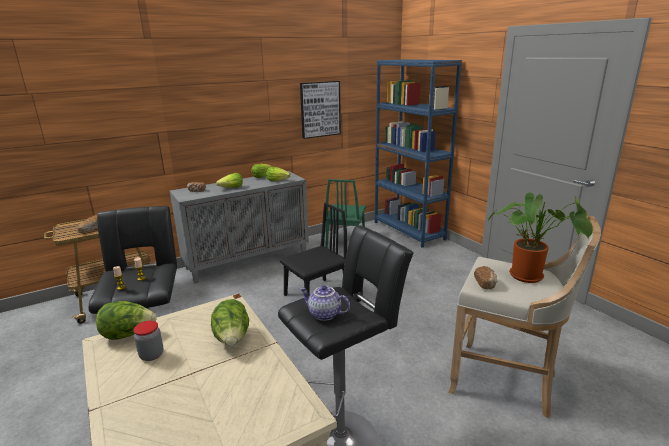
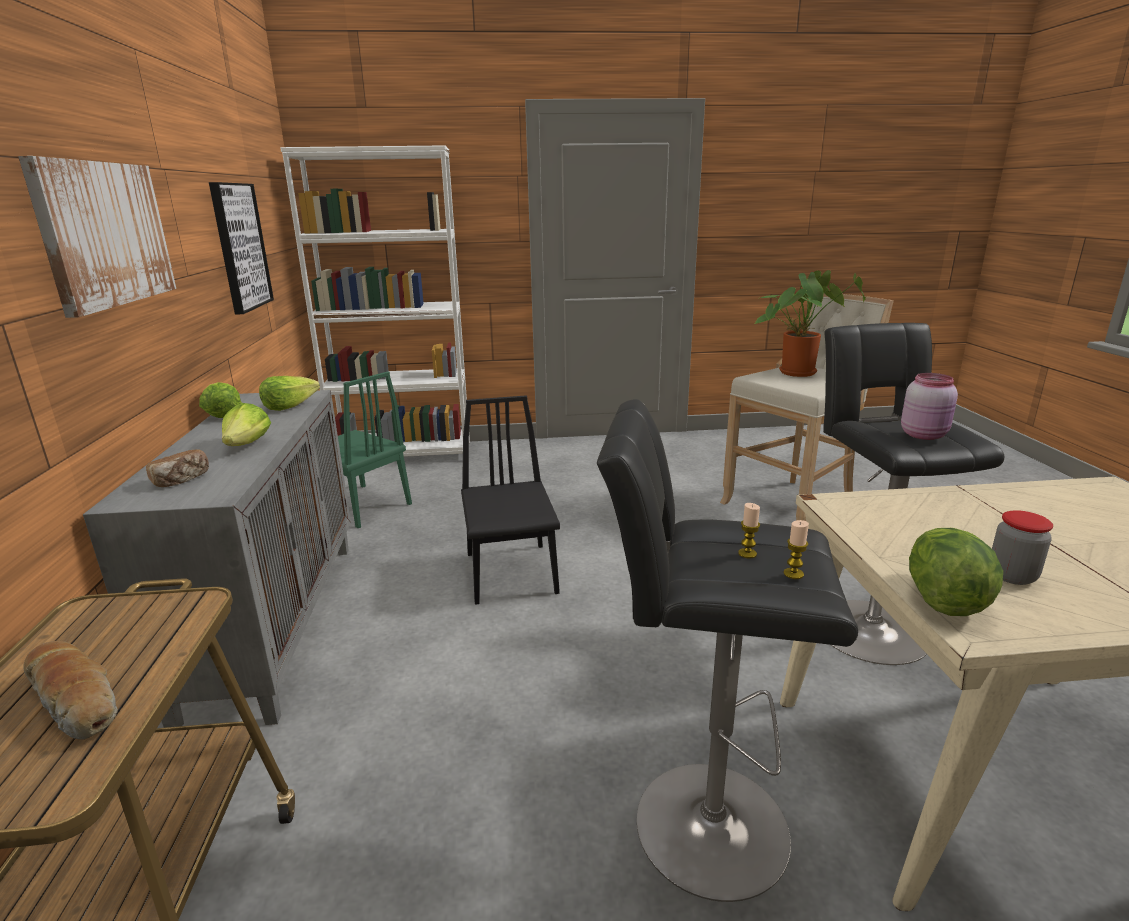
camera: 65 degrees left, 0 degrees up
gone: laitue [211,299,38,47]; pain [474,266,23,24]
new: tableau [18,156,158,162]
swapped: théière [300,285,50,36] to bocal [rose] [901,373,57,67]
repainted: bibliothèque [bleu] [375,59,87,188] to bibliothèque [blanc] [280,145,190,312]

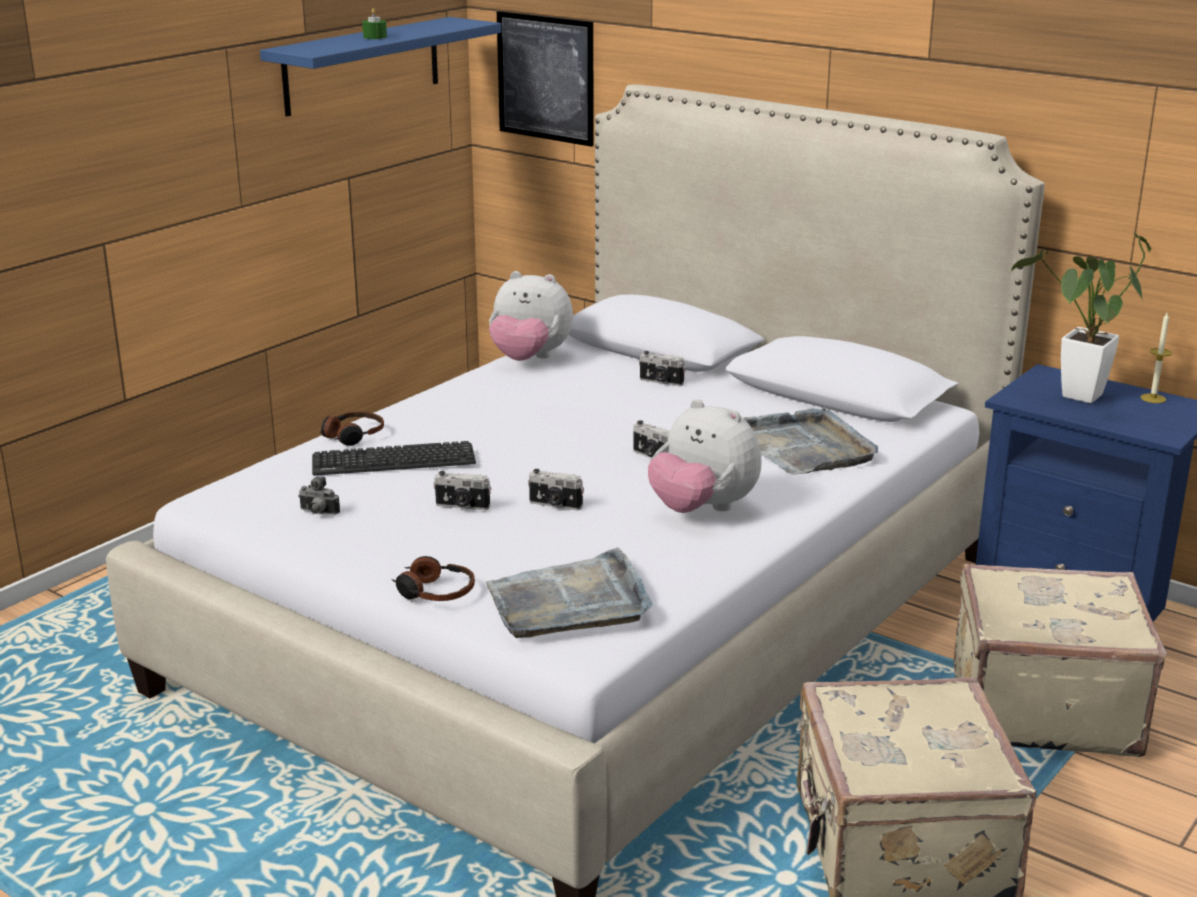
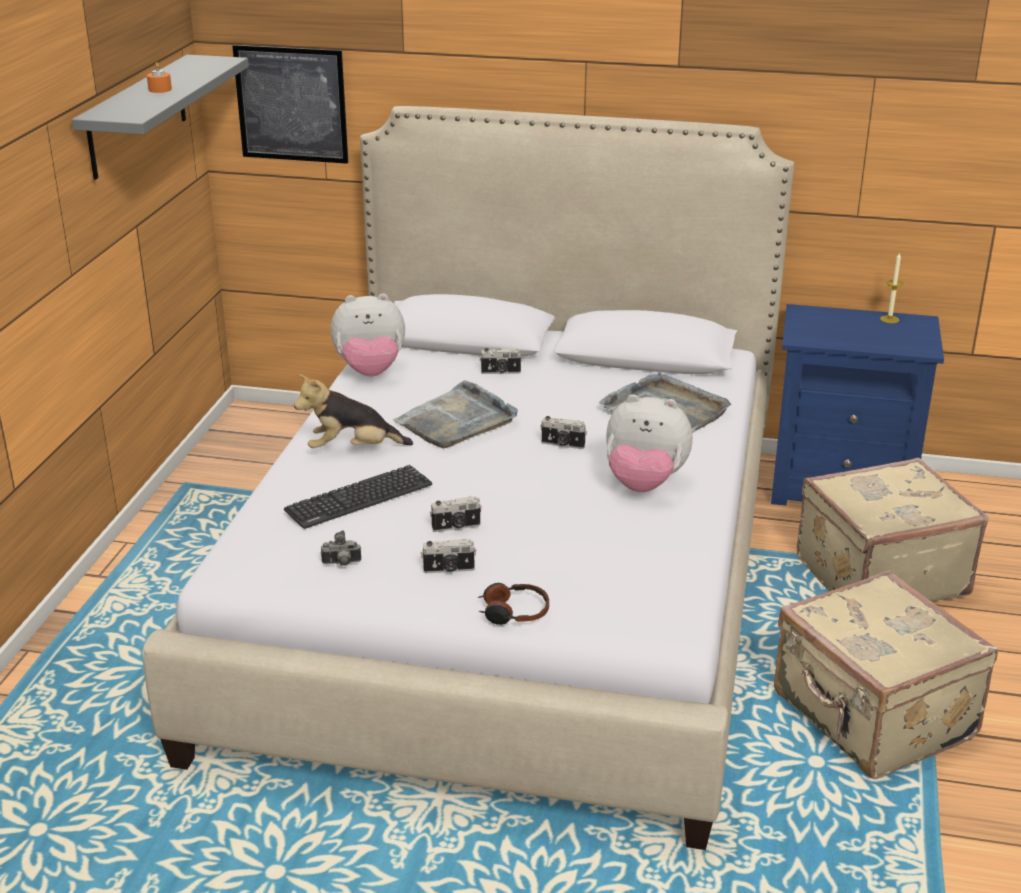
camera: 25 degrees left, 5 degrees up
gone: casque audio [319,411,65,35]; plante en pot [1011,233,140,170]
new: peluche [294,374,119,74]
shifted: plateau [gris] [486,547,167,91] to [393,380,125,69]; appareil photo [528,469,56,41] to [421,539,55,34]
repainted: étagère [bleu] [260,17,241,99] to étagère [gris] [72,55,177,125]; bougie [vert] [362,8,25,31] to bougie [orange] [147,62,25,31]

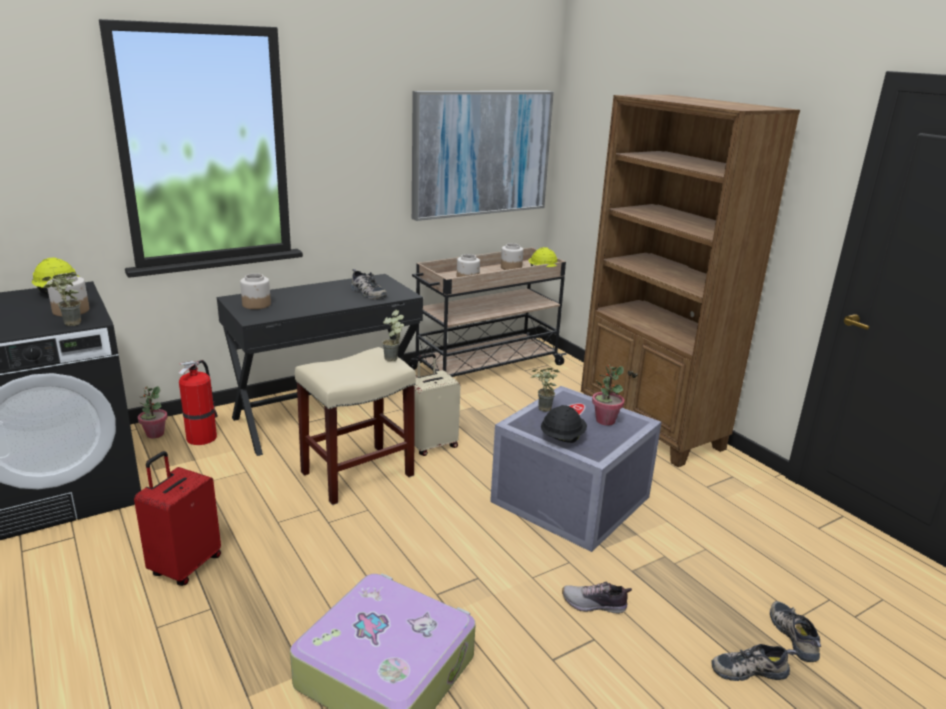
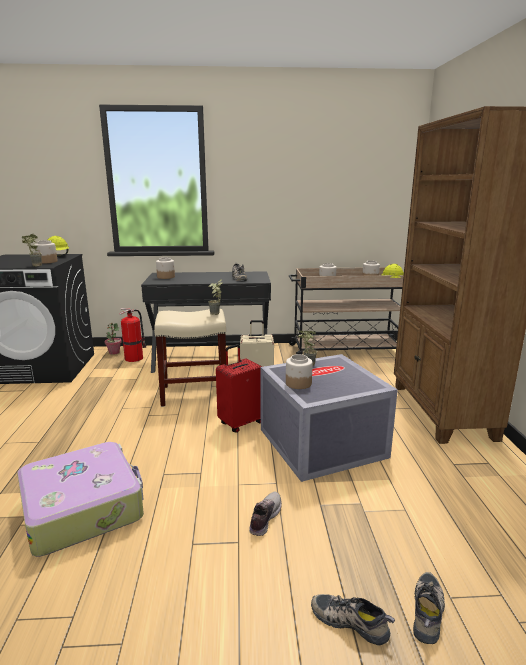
camera: 30 degrees right, 5 degrees down
gone: tableau [412,91,142,130]; plante en pot [592,364,33,62]
shifted: valise [rouge] [134,451,87,135] to [216,344,46,89]
swapped: casque de chantier [noir] [541,405,46,38] to bocal [286,354,27,35]
rotated: chaussure [562,581,70,33] = [249,492,33,44] 75 degrees clockwise

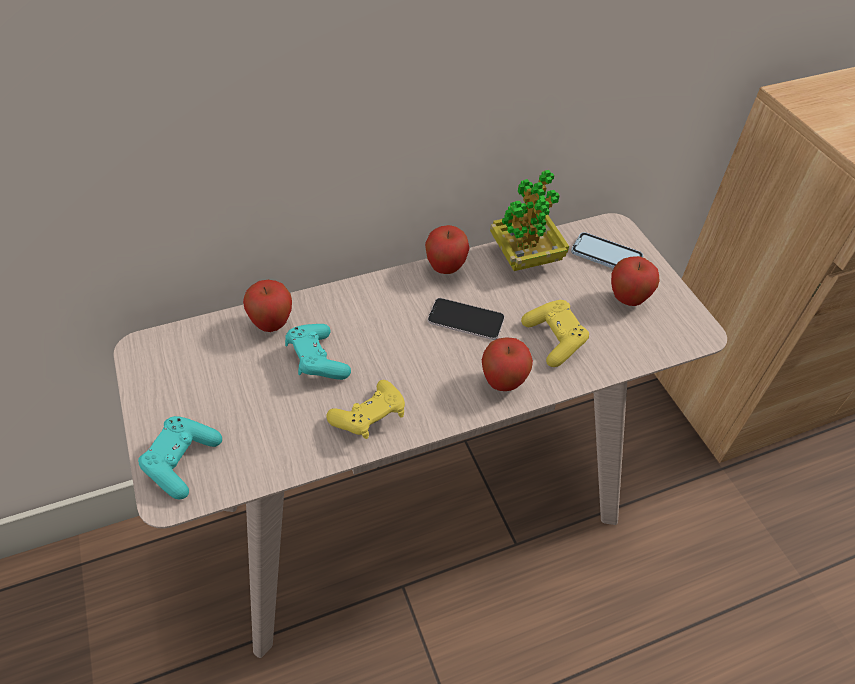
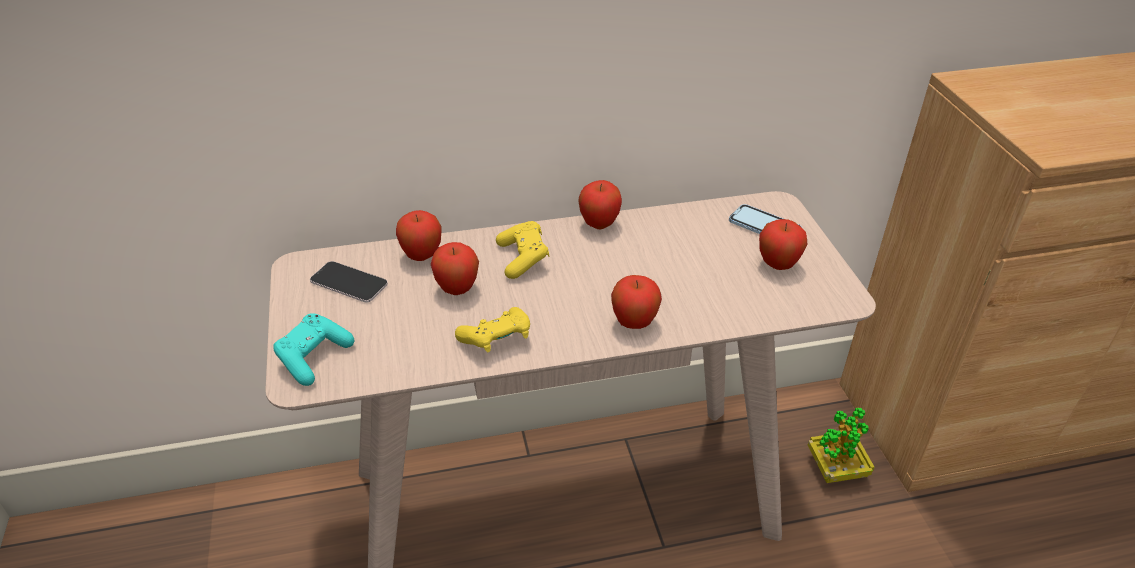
camera: 10 degrees right, 10 degrees down
shifted: téléphone [428,298,77,42] to [310,261,78,42]; plante en pot [490,170,79,101] to [808,408,67,75]; manette [jaune] [521,300,68,67] to [496,221,54,58]
swapped: manette [turquoise] [285,324,66,56] to pomme [431,242,48,53]

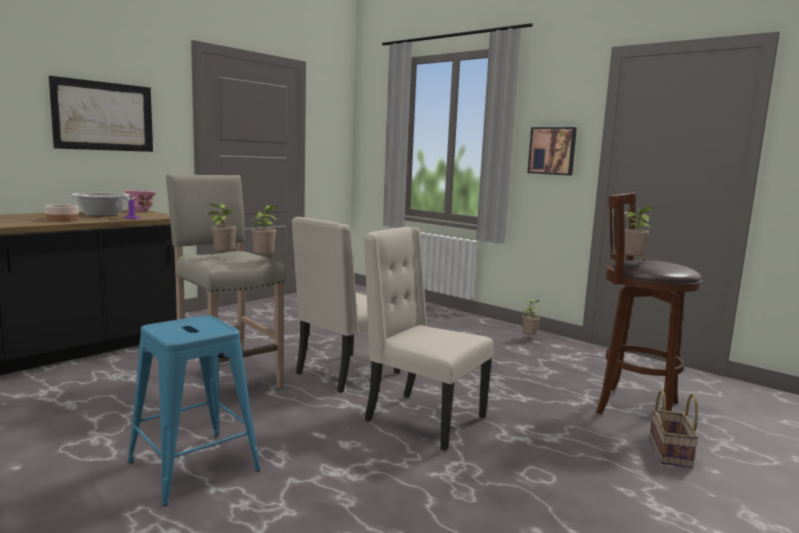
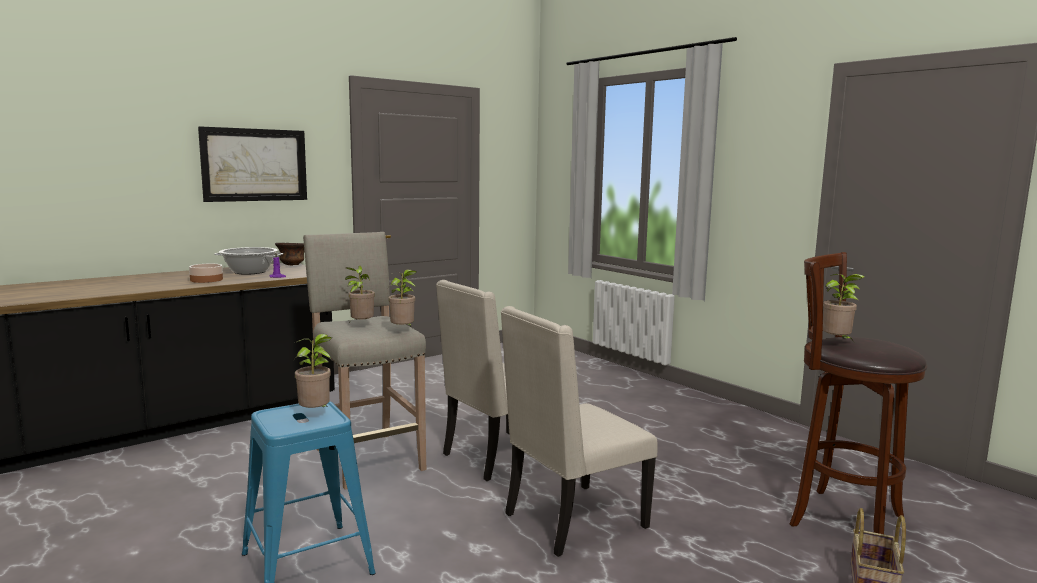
camera: 10 degrees right, 0 degrees up
gone: tableau [528,127,49,49]
shifted: plante en pot [522,299,18,36] to [295,334,38,74]
repainted: bol [rose] [124,190,33,21] to bol [marron] [275,243,29,23]
rotated: chaise [beige] [364,227,130,224] = [501,306,157,251] 75 degrees counterclockwise

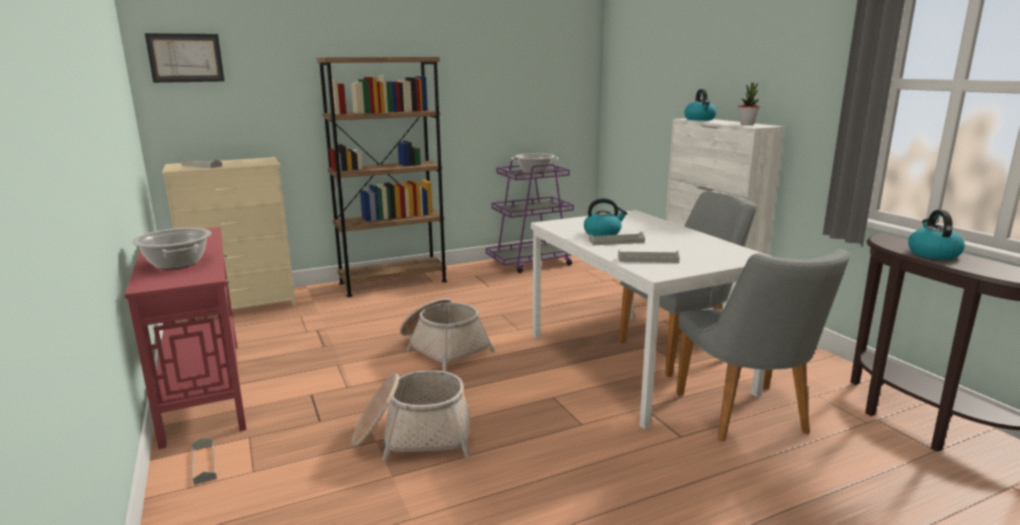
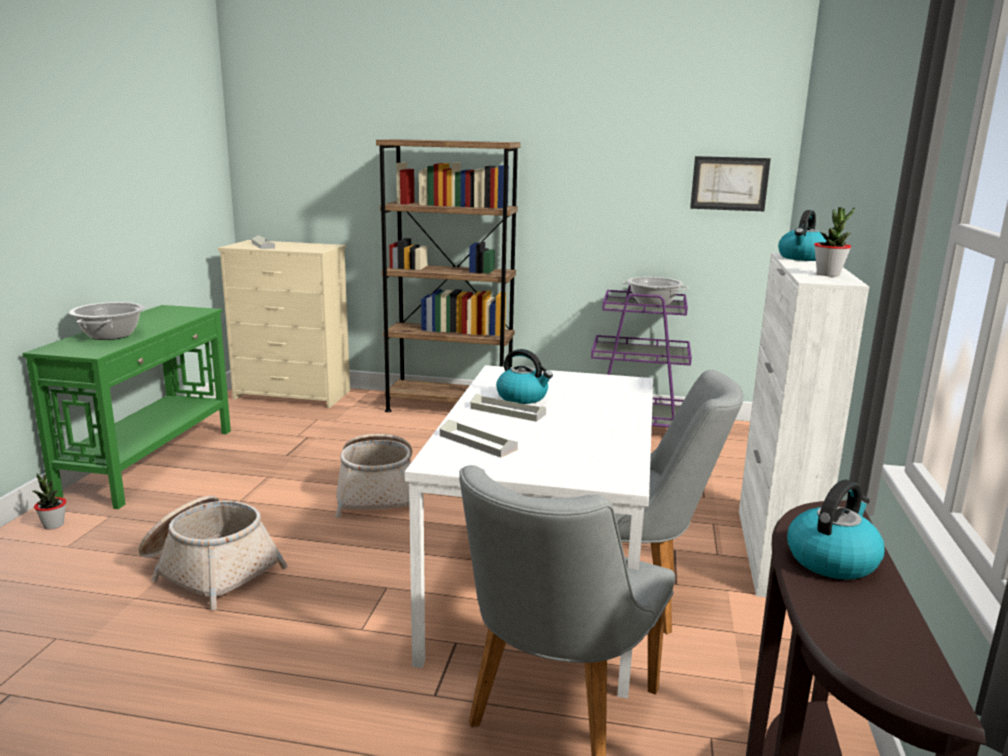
camera: 35 degrees right, 0 degrees up
shifted: tableau [145,33,80,50] to [690,156,81,55]
swapped: plateau [gris] [192,438,25,47] to plante en pot [33,473,33,57]
repainted: table console [rouge] [124,227,122,222] to table console [vert] [22,305,209,204]

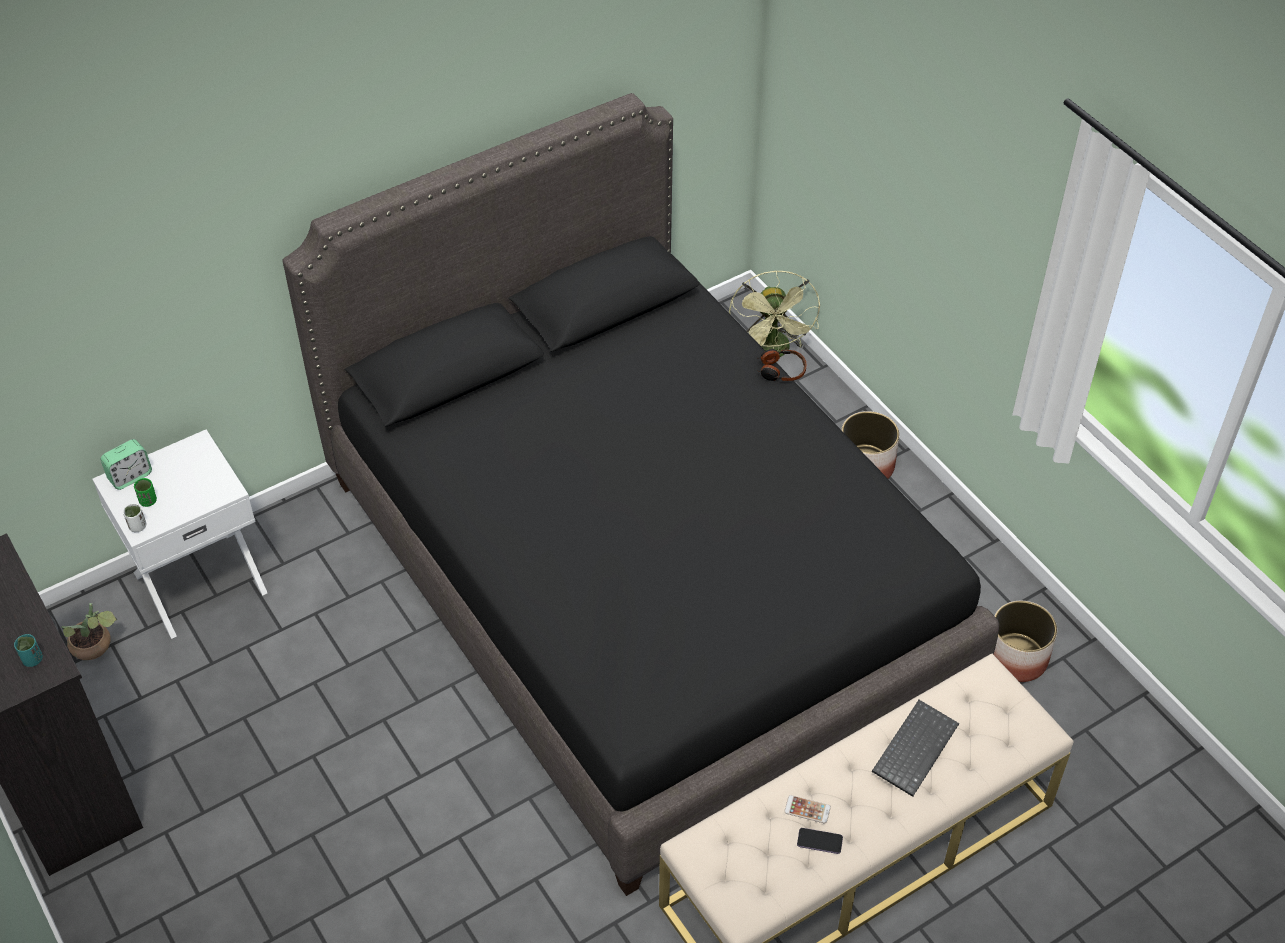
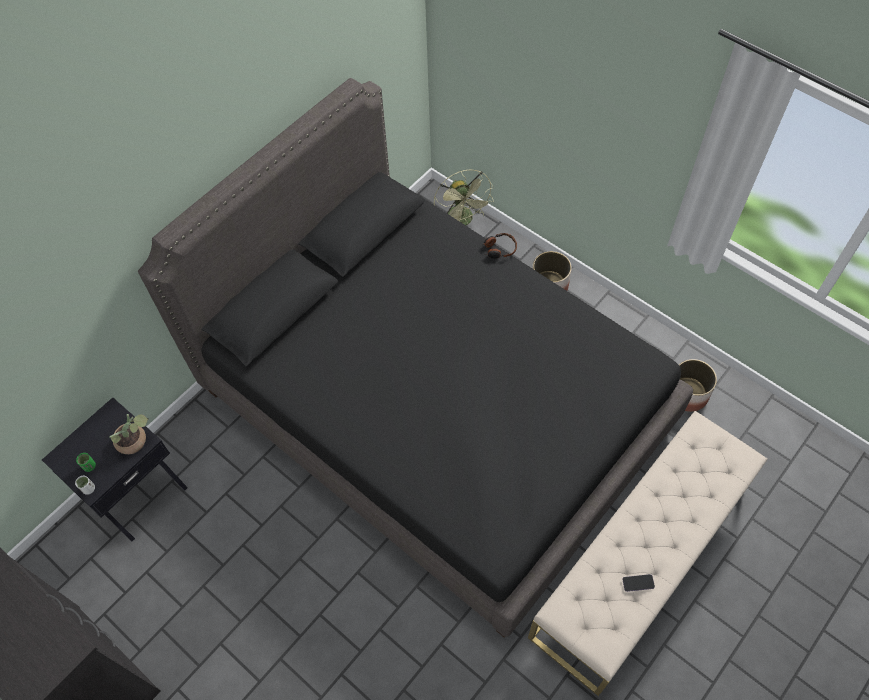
camera: 15 degrees left, 10 degrees up
gone: tasse [turquoise] [14,634,29,33]; réveil [101,439,51,51]; téléphone [784,795,47,29]; clavier [872,700,87,97]
shifted: plante en pot [62,603,55,57] to [109,414,39,40]
repainted: table de chevet [blanc] [92,430,175,209] to table de chevet [noir] [42,398,146,143]

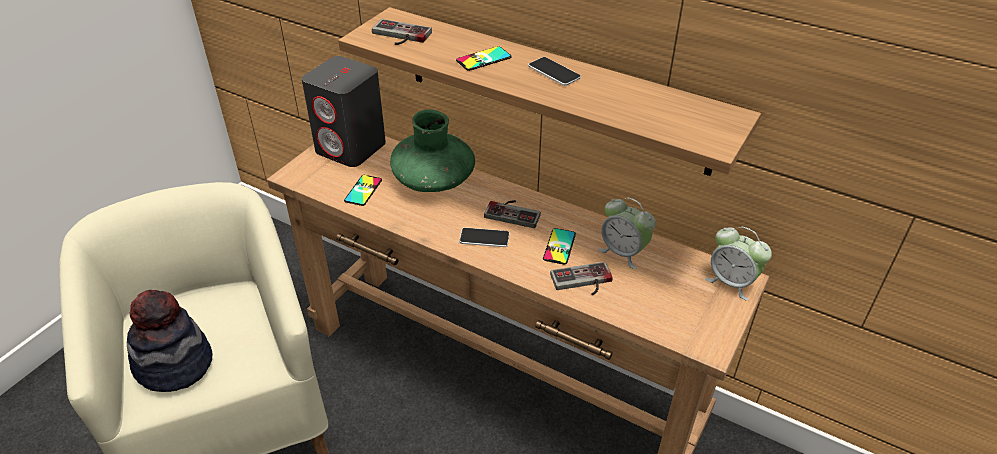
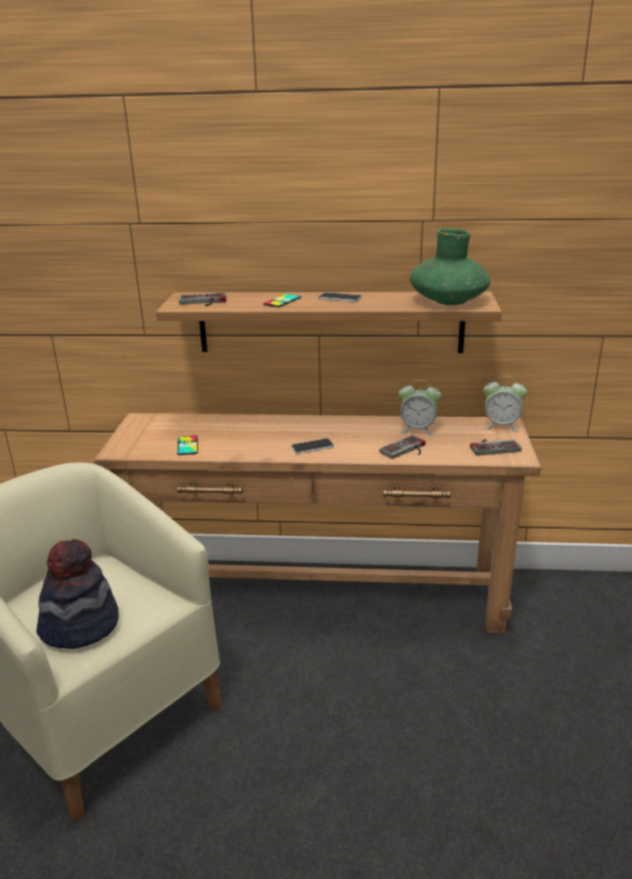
camera: 25 degrees left, 15 degrees down
gone: enceinte [gris] [302,56,84,111]; téléphone [543,228,33,37]
shifted: vase [vert] [390,109,85,83] to [410,228,80,77]; manette [484,200,57,28] to [470,439,52,17]

